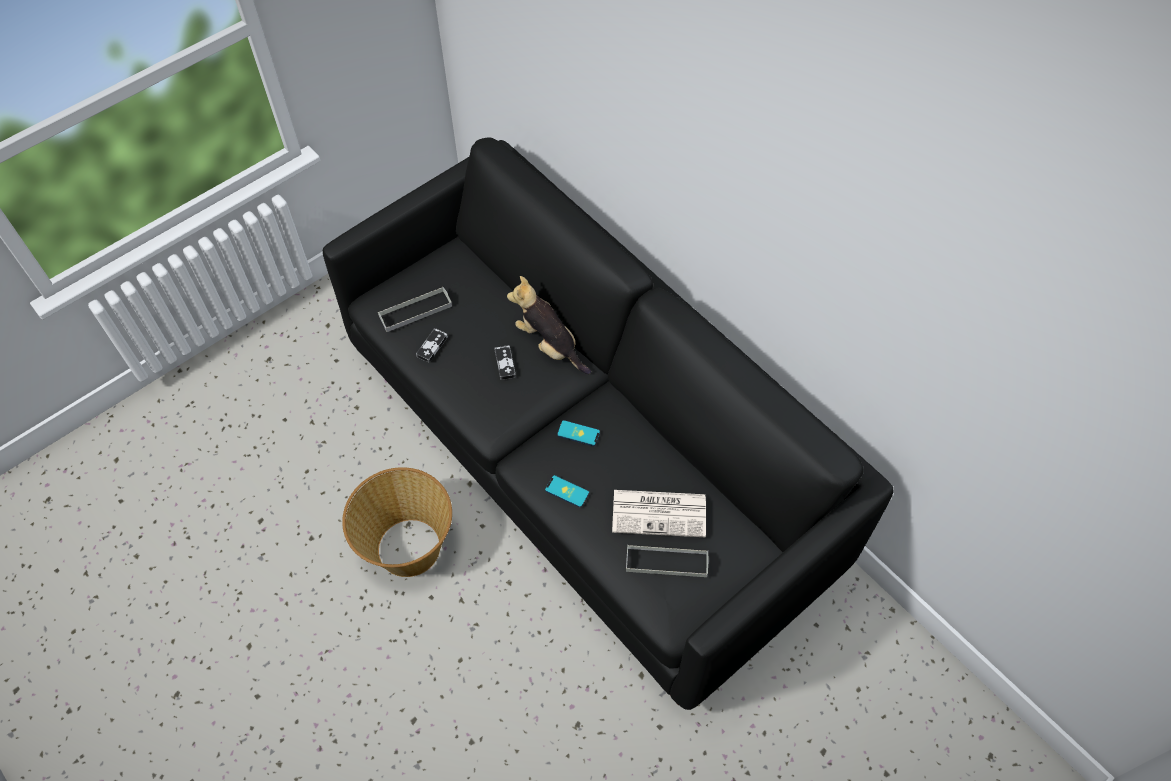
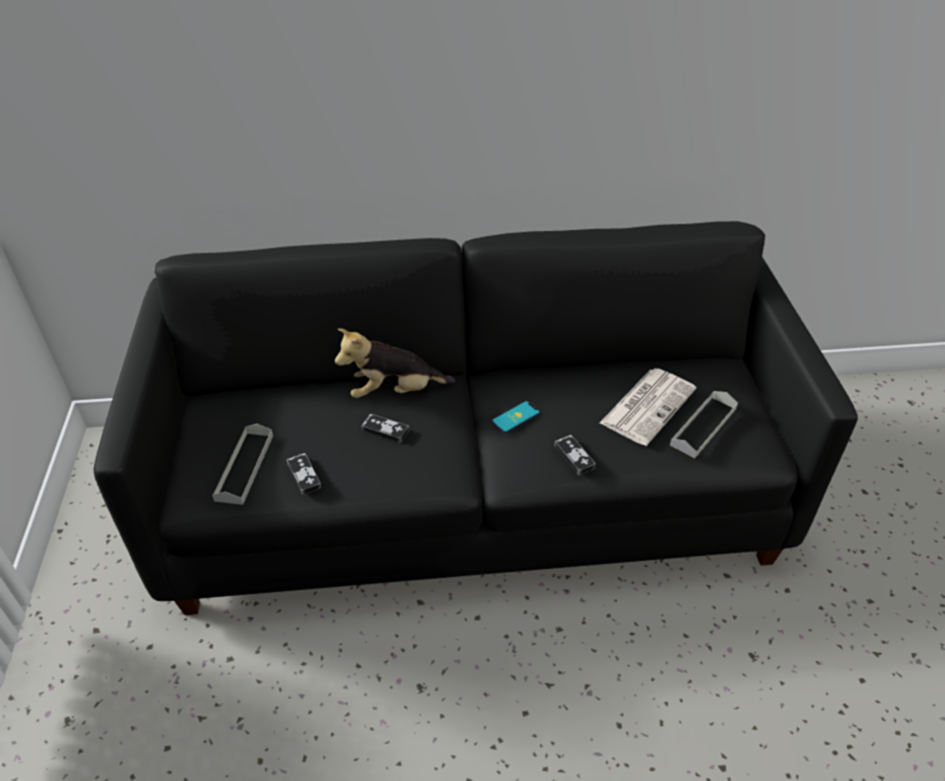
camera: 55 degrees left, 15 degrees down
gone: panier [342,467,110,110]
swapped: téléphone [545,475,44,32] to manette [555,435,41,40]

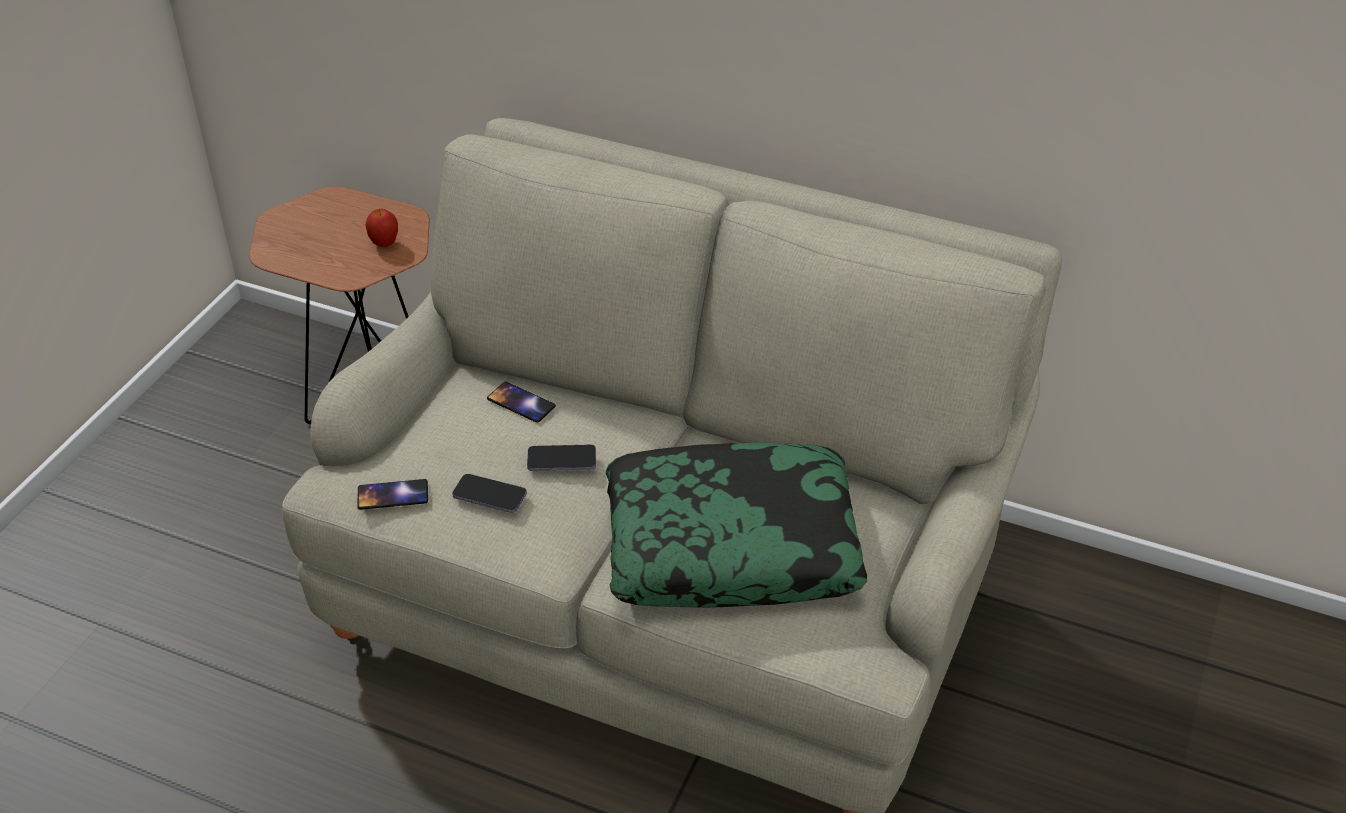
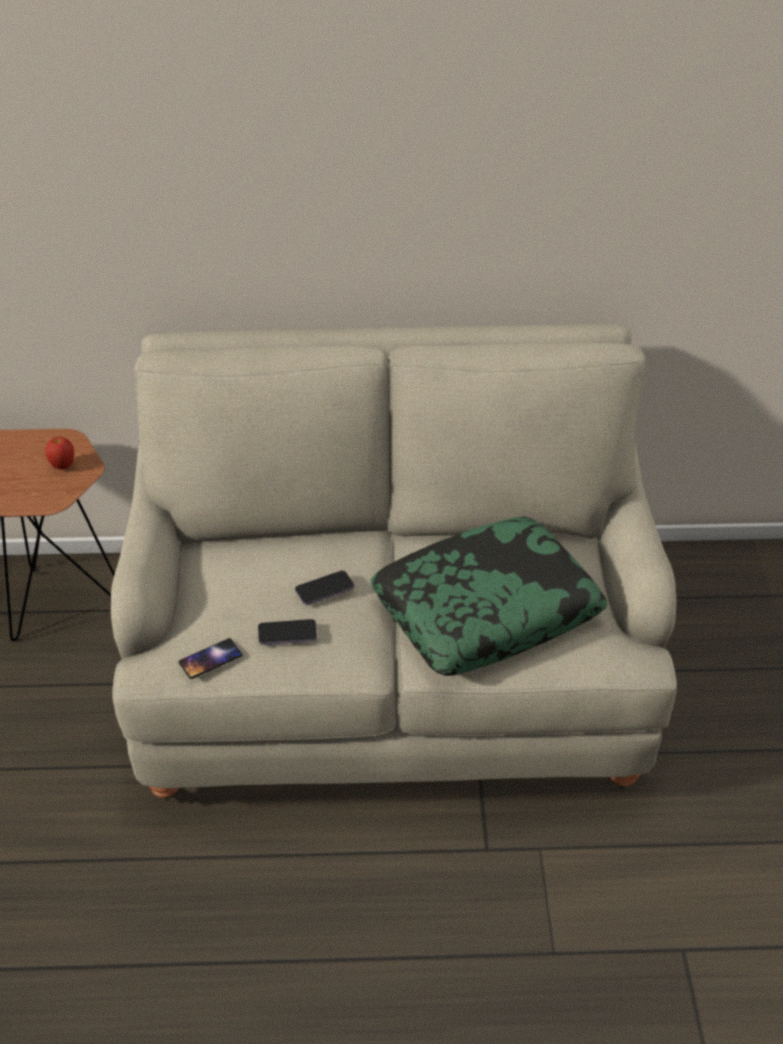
camera: 25 degrees left, 0 degrees up
gone: téléphone [487,382,69,41]

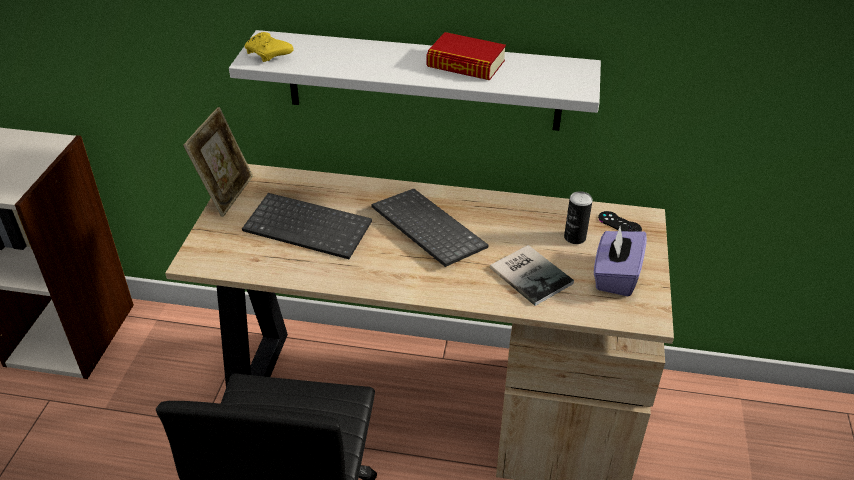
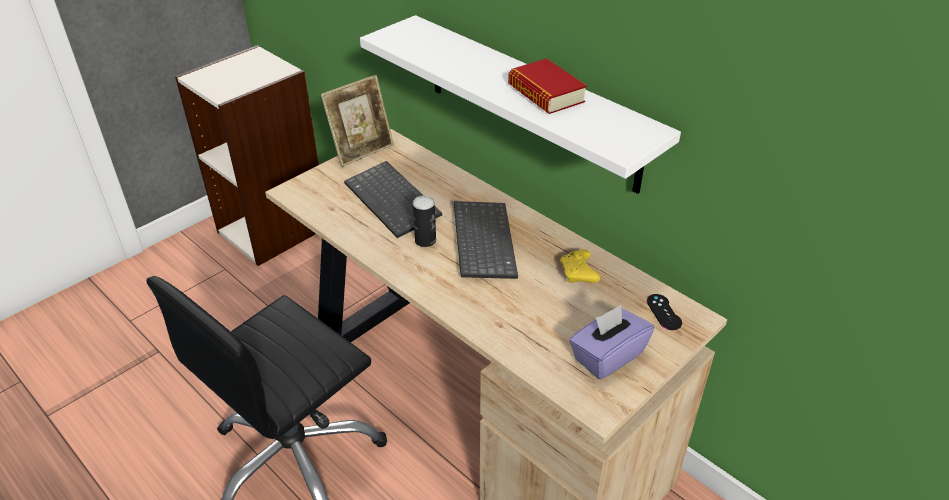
camera: 35 degrees right, 0 degrees up
gone: livre [490,245,84,61]
shifted: manette [jaune] [244,32,49,30] to [560,249,41,34]; boîte métallique [564,191,29,53] to [413,196,23,51]

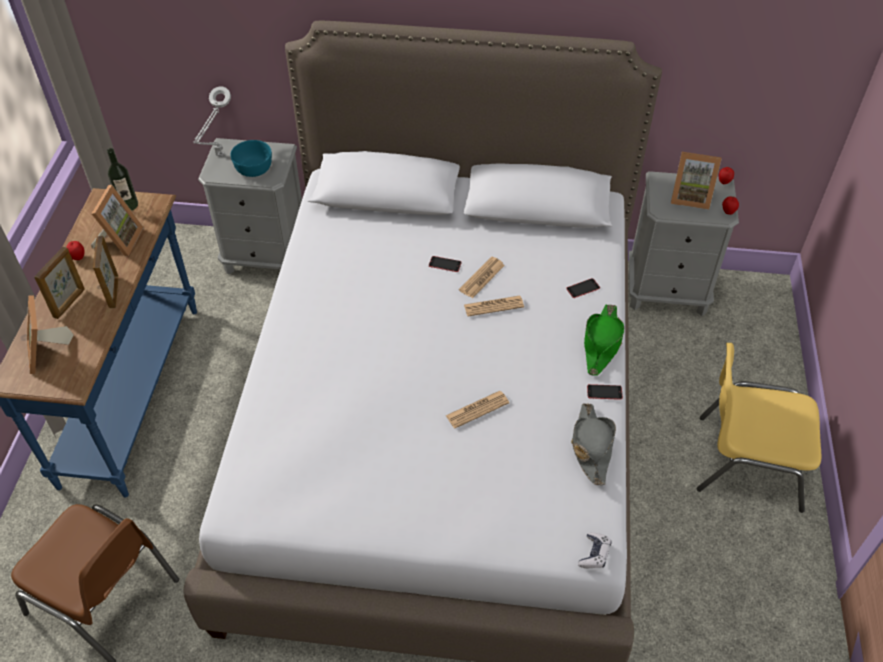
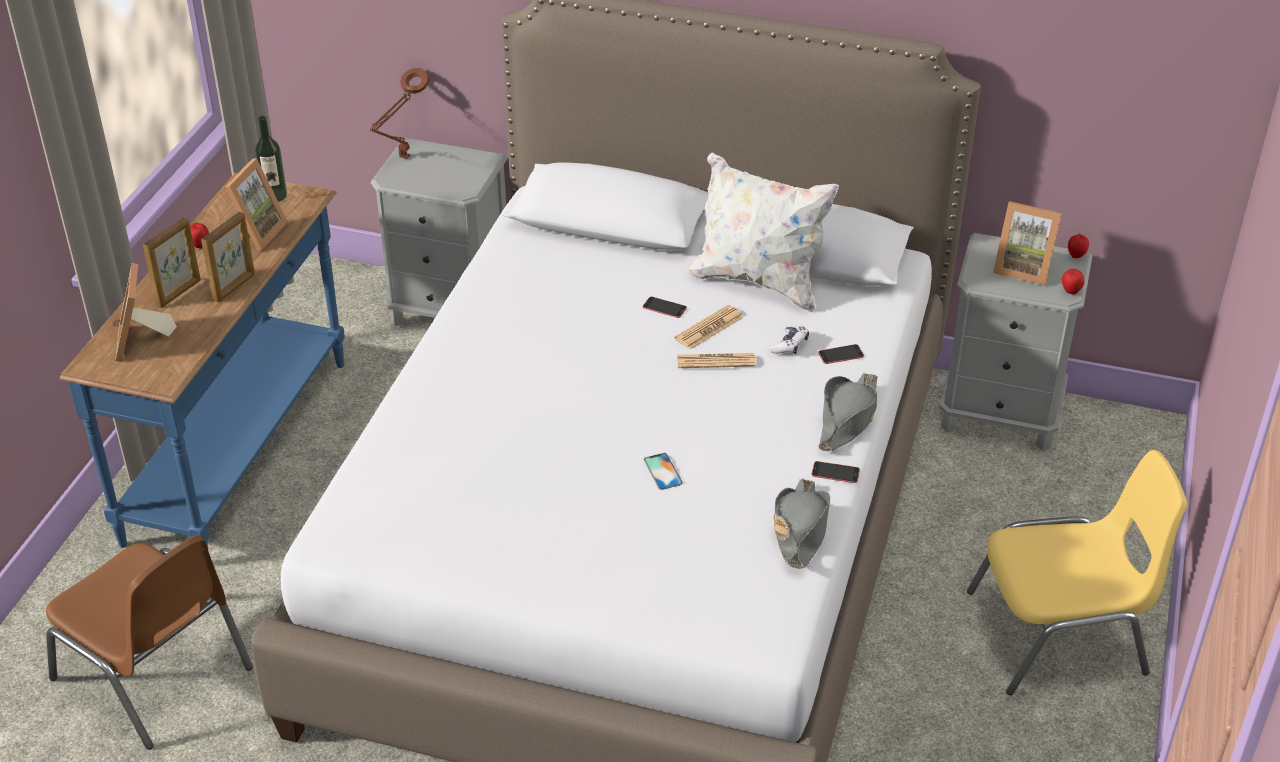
camera: 10 degrees right, 10 degrees down
gone: bol [turquoise] [230,140,42,37]
new: coussin [blanc] [689,153,150,160]
shifted: manette [578,533,34,35] to [769,325,40,29]
swapped: journal [446,391,63,37] to téléphone [644,453,39,37]
repainted: lampe de table [gris] [193,86,38,70] to lampe de table [marron] [370,68,59,91]; chapeau [vert] [584,304,40,72] to chapeau [gris] [818,373,59,78]
rotated: cadre photo [93,236,26,72] = [201,212,54,91] 150 degrees counterclockwise; chaise [jaune] [697,343,124,170] = [967,450,220,245] 150 degrees clockwise

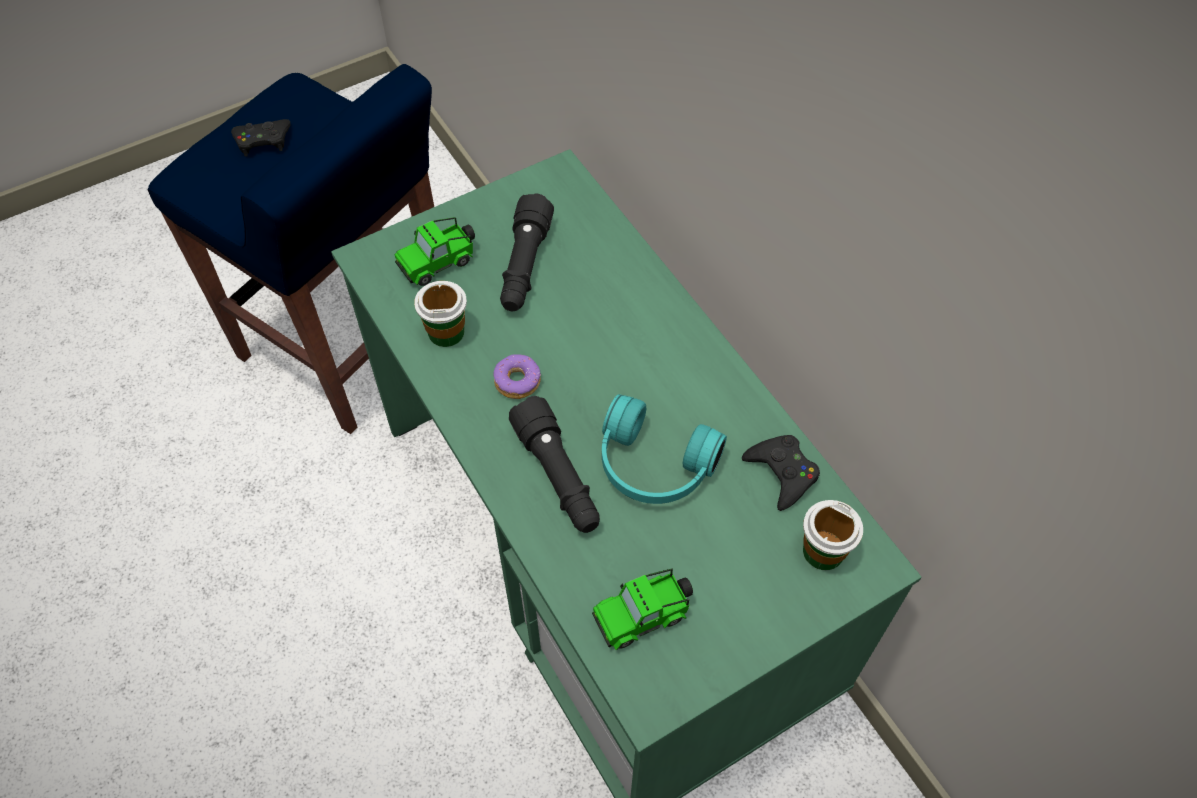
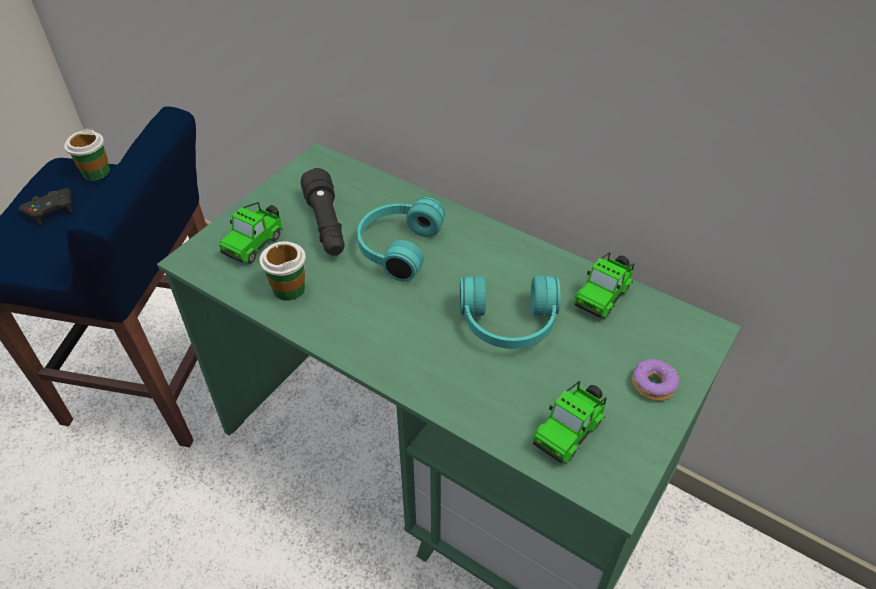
camera: 25 degrees left, 10 degrees down
gone: lampe de poche [noir] [509,396,91,137]
new: casque audio [turquoise] [357,197,88,85]
shifted: beignet [494,354,47,45] to [632,359,47,42]; tasse [803,500,60,70] to [64,129,46,51]
swapped: manette [noir] [742,435,78,76] to petite voiture [573,252,62,66]

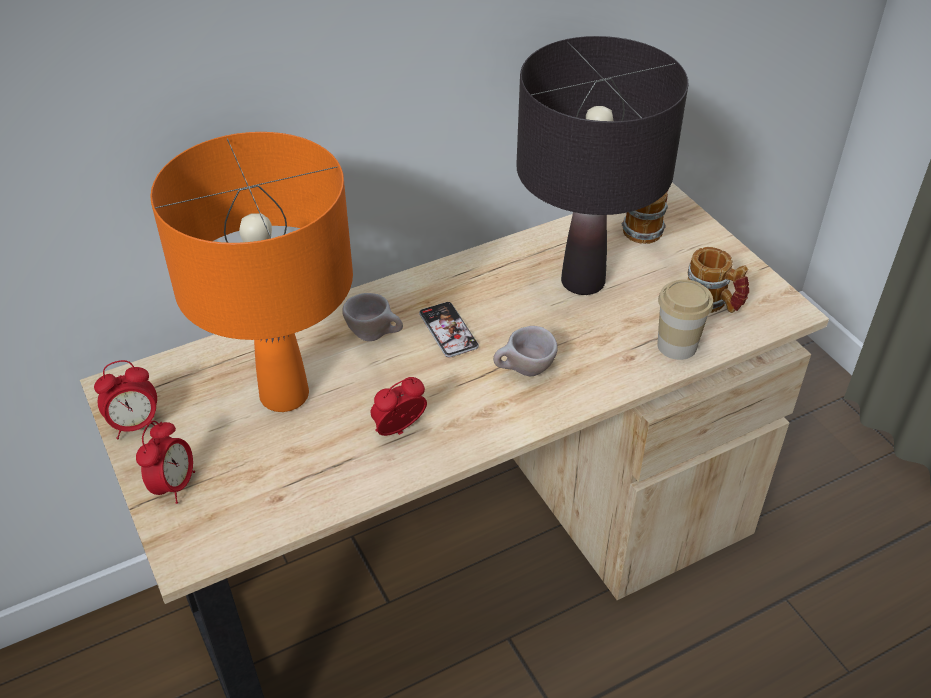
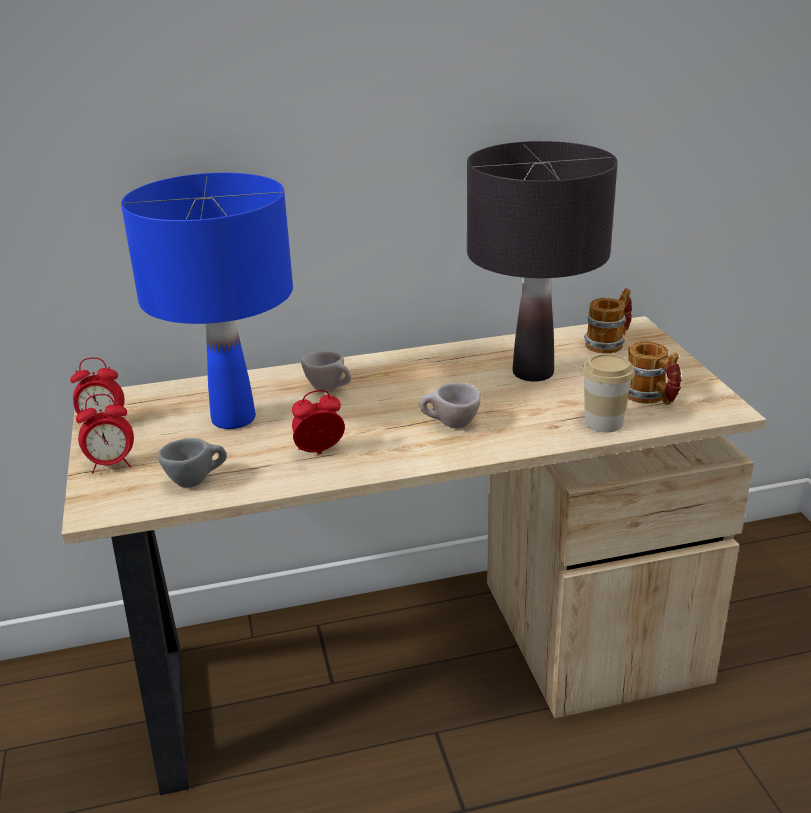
camera: 15 degrees right, 15 degrees down
gone: téléphone [419,302,60,55]
new: tasse [gris] [158,438,69,49]
repainted: lampe de table [orange] [150,132,203,280] to lampe de table [bleu] [121,173,172,256]
rotated: réveil [136,421,59,83] = [76,394,58,80] 45 degrees clockwise

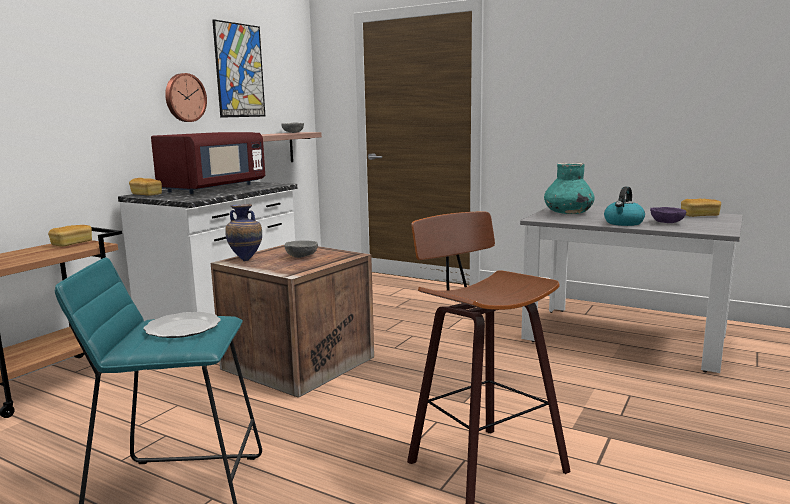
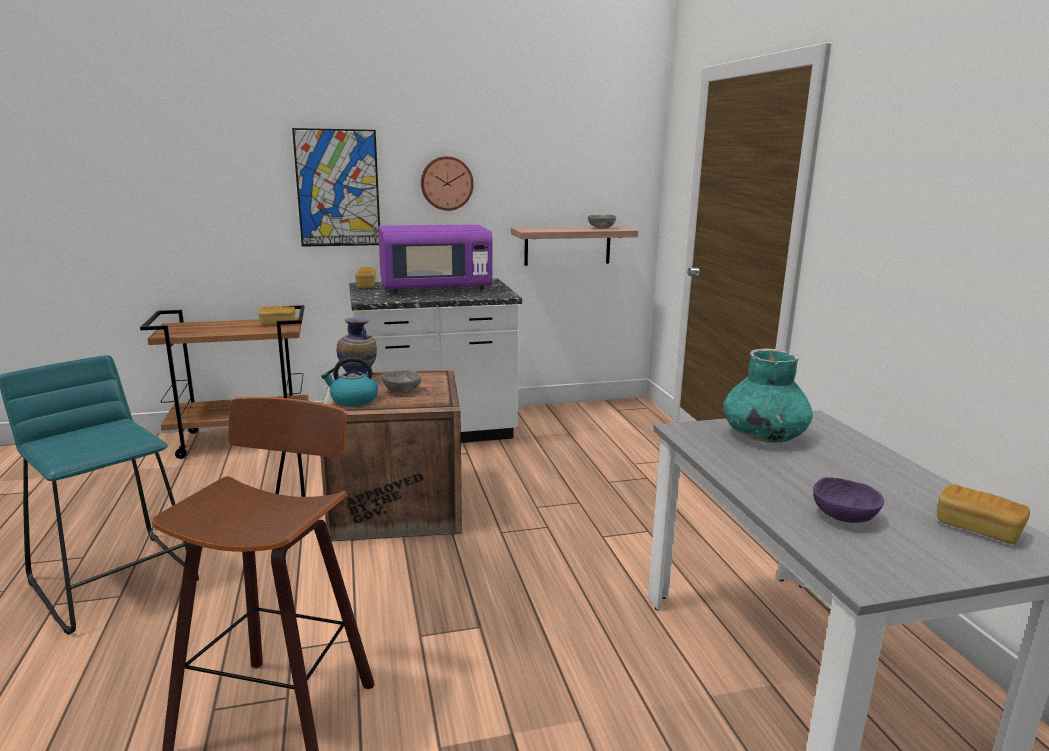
camera: 45 degrees right, 5 degrees up
gone: assiette [144,312,77,26]
shifted: tableau [212,19,53,99] to [292,128,88,119]; bouilloire [604,187,41,39] to [321,357,57,49]
repainted: micro-ondes [rouge] [151,132,114,62] to micro-ondes [violet] [378,225,115,68]

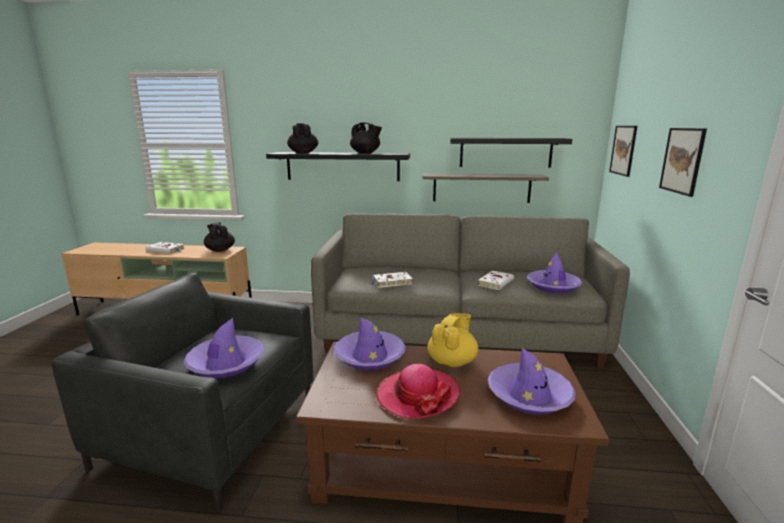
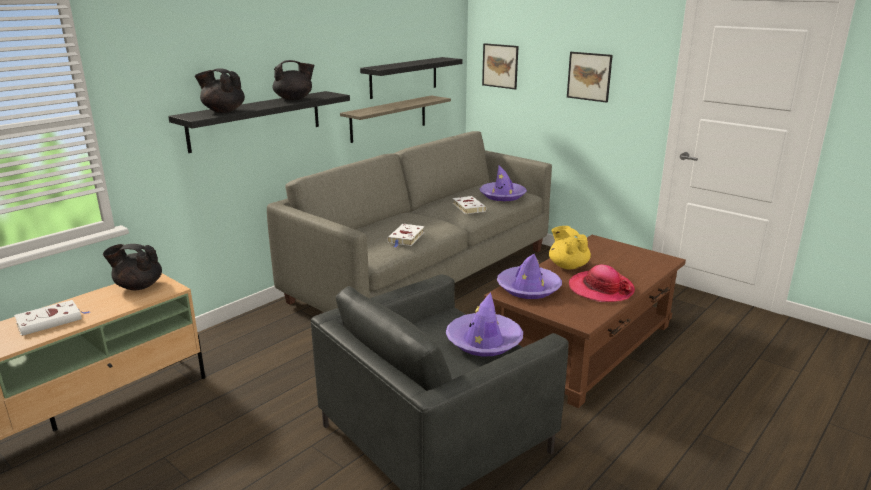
camera: 55 degrees left, 5 degrees up
gone: chapeau [violet] [488,348,88,67]

